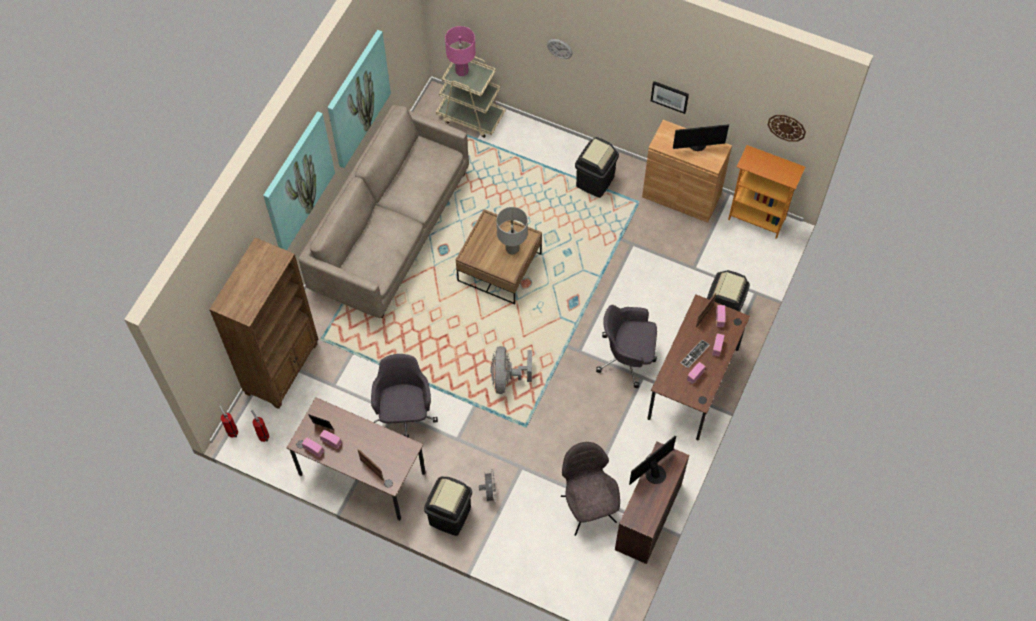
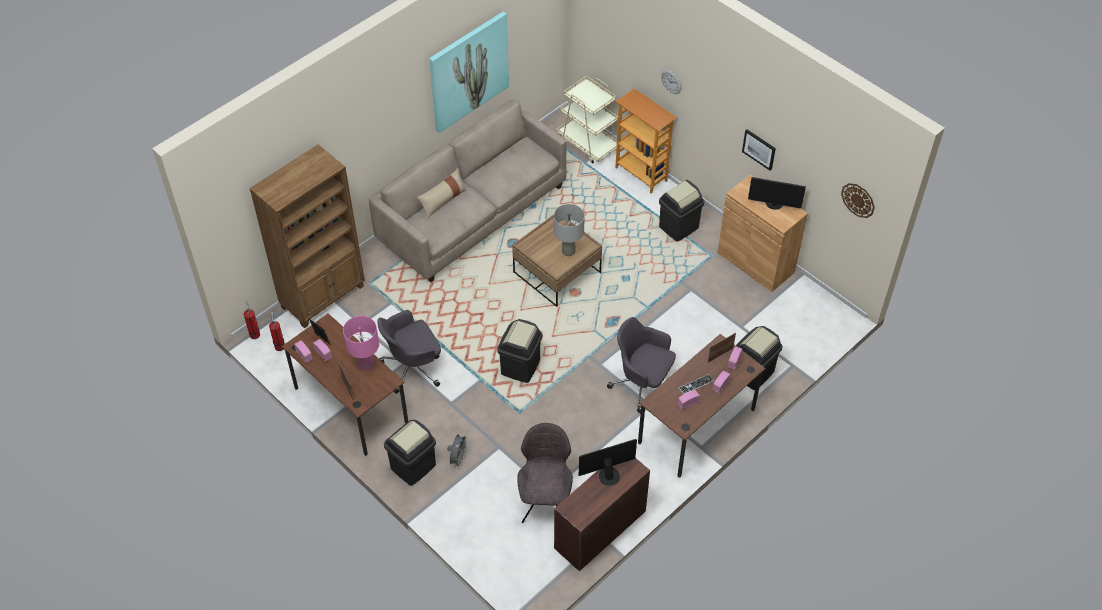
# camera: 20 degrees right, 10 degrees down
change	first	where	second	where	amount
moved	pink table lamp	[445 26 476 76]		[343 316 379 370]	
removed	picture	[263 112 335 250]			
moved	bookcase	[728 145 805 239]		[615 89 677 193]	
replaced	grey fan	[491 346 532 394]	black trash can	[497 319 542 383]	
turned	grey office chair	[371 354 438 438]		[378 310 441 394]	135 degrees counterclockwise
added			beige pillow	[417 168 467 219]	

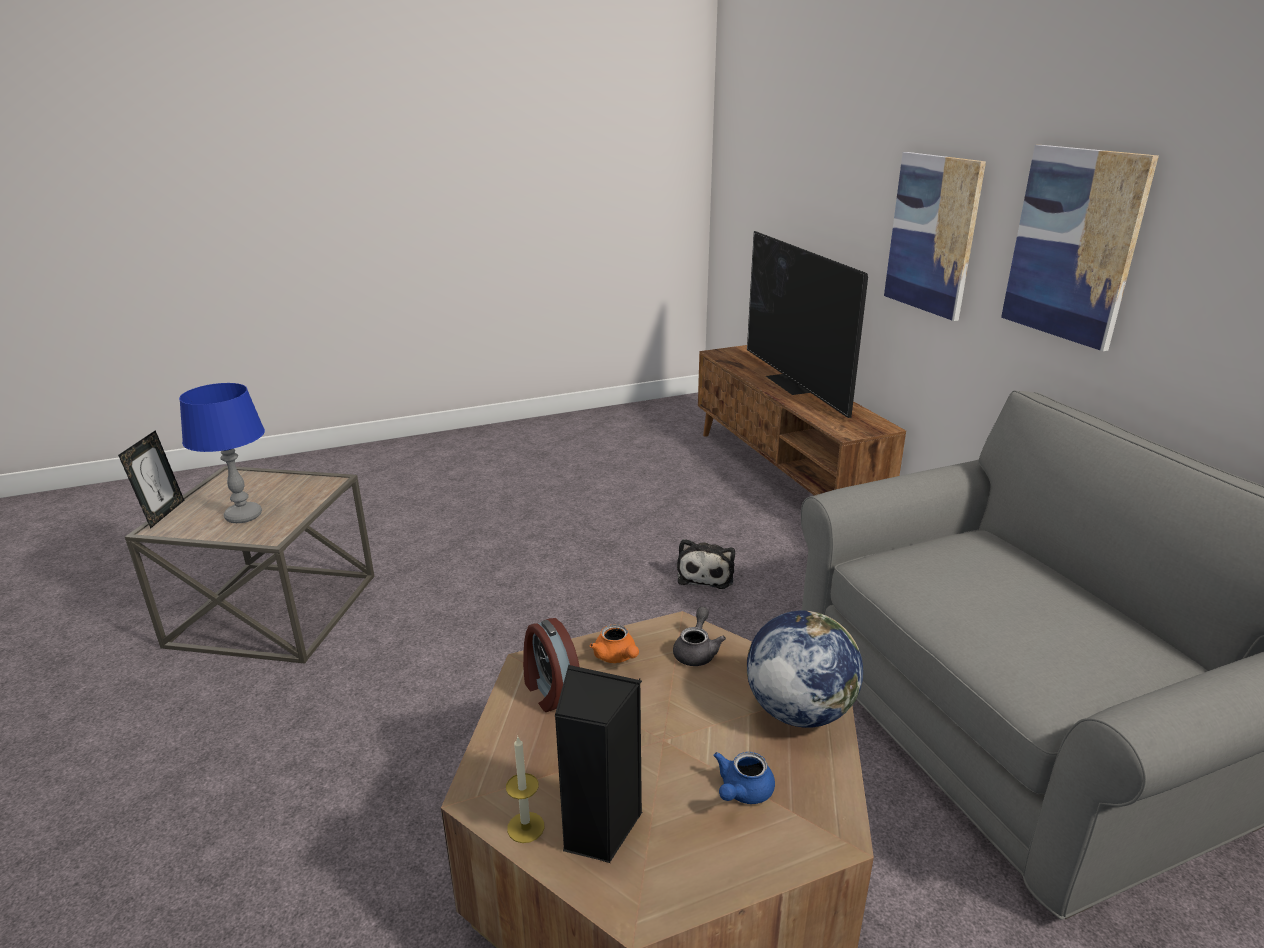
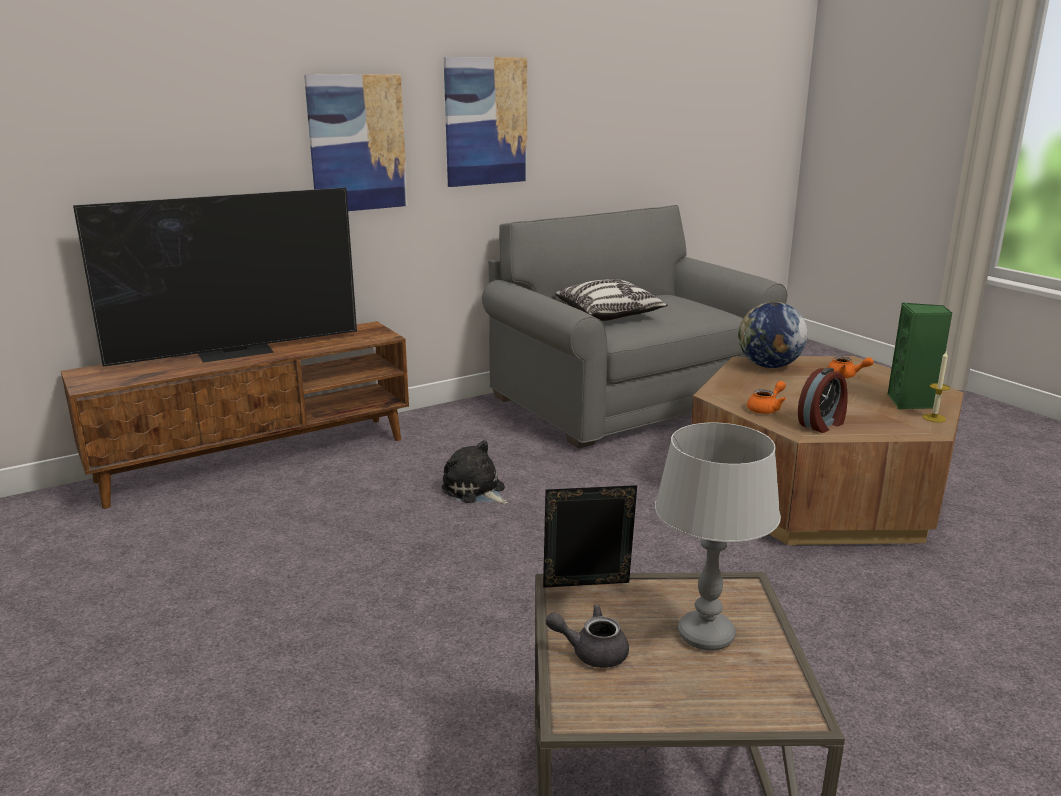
# camera: 100 degrees left, 5 degrees down
change	first	where	second	where	amount
recoloured	blue table lamp	[179 383 265 523]	grey table lamp	[655 423 781 651]	
moved	picture frame	[118 430 184 529]		[543 485 637 588]	
turned	plush toy	[677 539 735 589]		[442 440 508 504]	135 degrees counterclockwise
moved	grey teapot	[673 607 726 666]		[546 604 629 668]	
recoloured	black speaker	[555 665 642 863]	green speaker	[887 302 952 409]	
recoloured	blue teapot	[713 752 775 804]	orange teapot	[827 356 874 378]	
added			pillow	[555 279 668 321]	

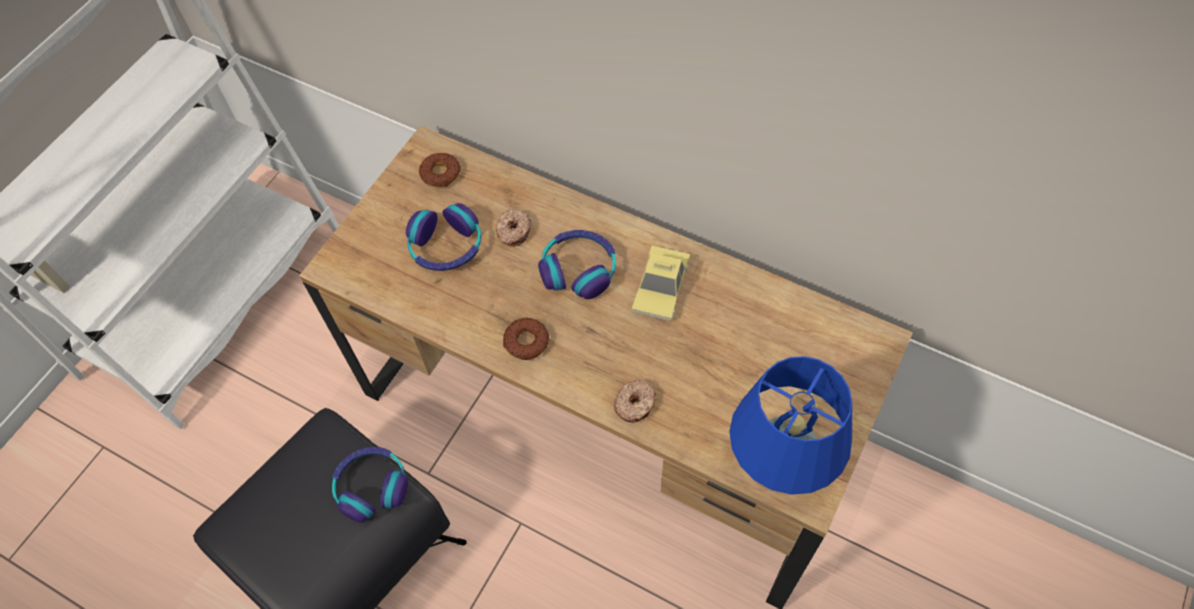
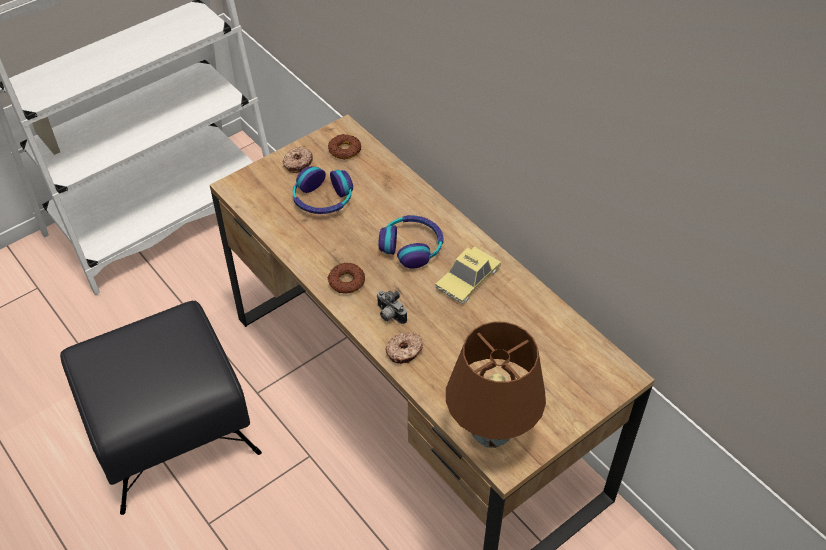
# camera: 20 degrees right, 10 degrees down
change	first	where	second	where	amount
moved	donut	[496 209 531 247]		[282 146 313 173]	
recoloured	blue table lamp	[729 356 852 495]	brown table lamp	[446 322 546 448]	
removed	headphones	[332 447 408 523]			
added			photo camera	[376 290 407 324]	

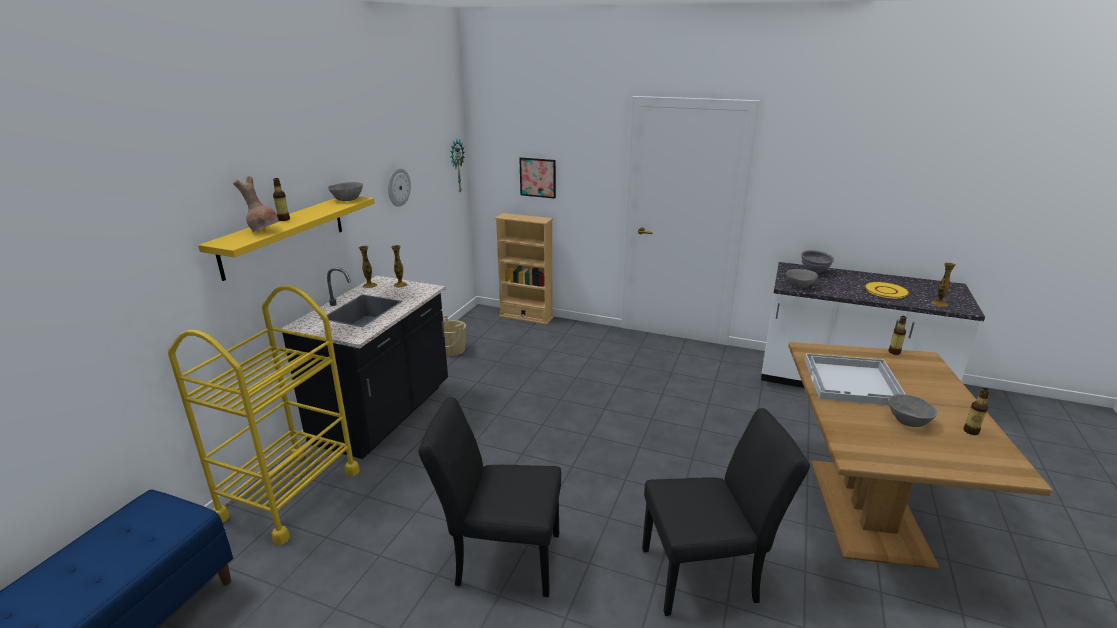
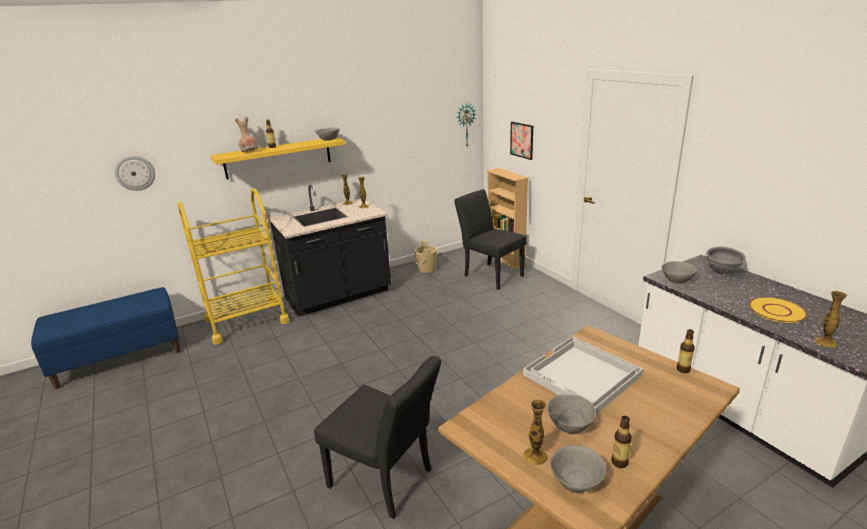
# camera: 40 degrees right, 0 degrees up
change	first	where	second	where	amount
moved	wall clock	[388 168 411 207]		[115 156 155 191]	
moved	black chair	[418 397 561 597]		[454 189 526 290]	
added			vase	[524 399 548 465]	
added			grey bowl	[550 445 606 493]	

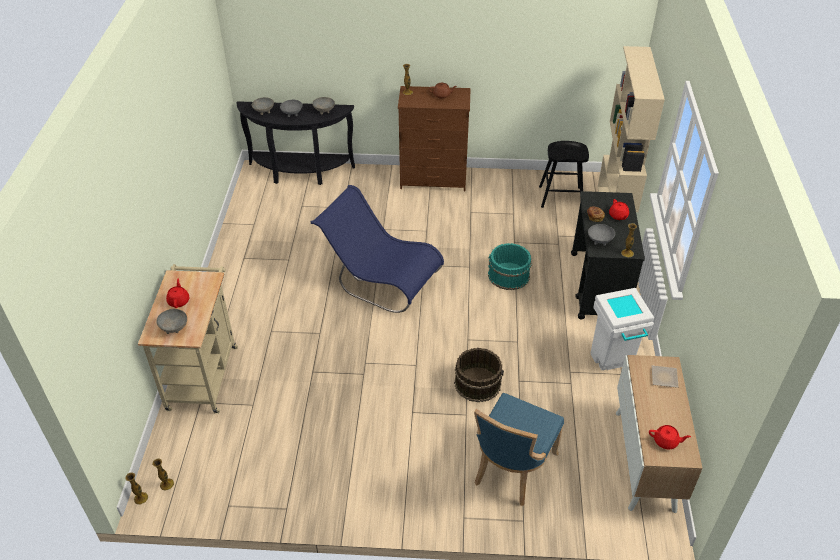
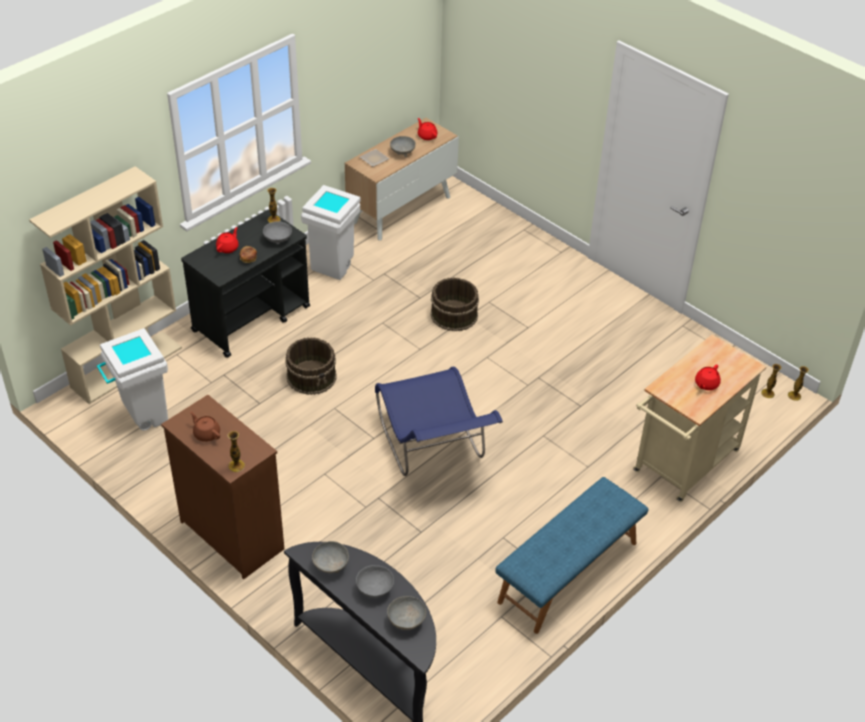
# camera: 140 degrees left, 0 degrees up
change	first	where	second	where	amount
replaced	black stool	[539 141 589 208]	white trash can	[97 328 168 431]	
recoloured	turquoise bucket	[488 243 532 290]	brown bucket	[285 337 336 395]	
moved	grey bowl	[156 309 187 334]		[390 136 416 157]	
removed	blue chair	[474 393 564 506]			
added			blue bench	[495 477 649 634]	

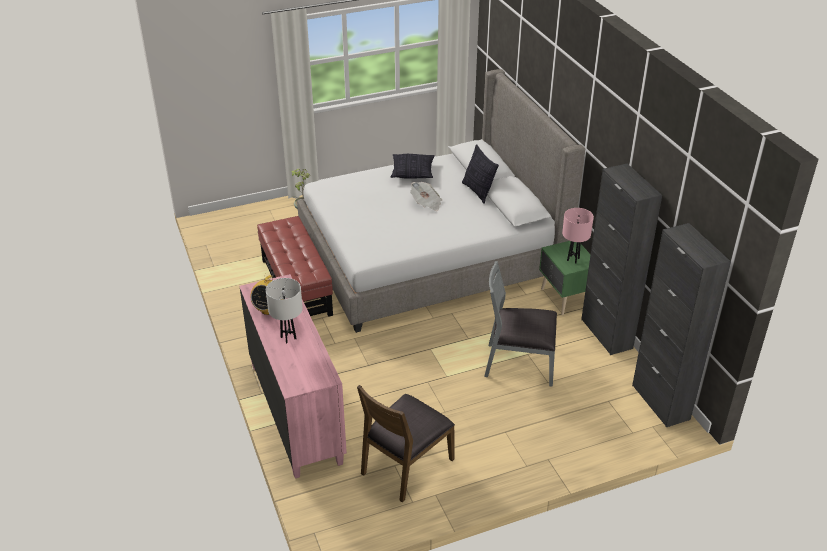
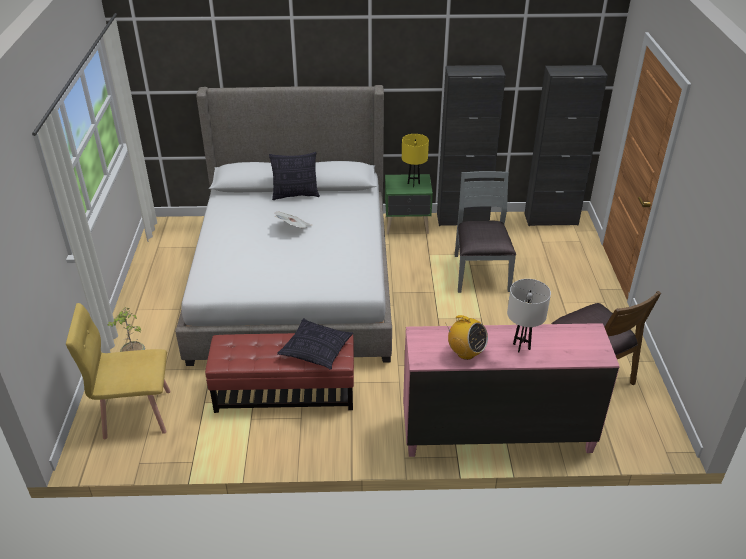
# camera: 70 degrees left, 0 degrees up
change	first	where	second	where	amount
moved	pillow	[391 154 435 179]		[277 319 353 370]	
recoloured	pink table lamp	[562 208 594 264]	yellow table lamp	[402 134 429 187]	
turned	grey chair	[484 261 557 387]		[455 171 516 293]	150 degrees clockwise
added			yellow chair	[66 303 171 439]	

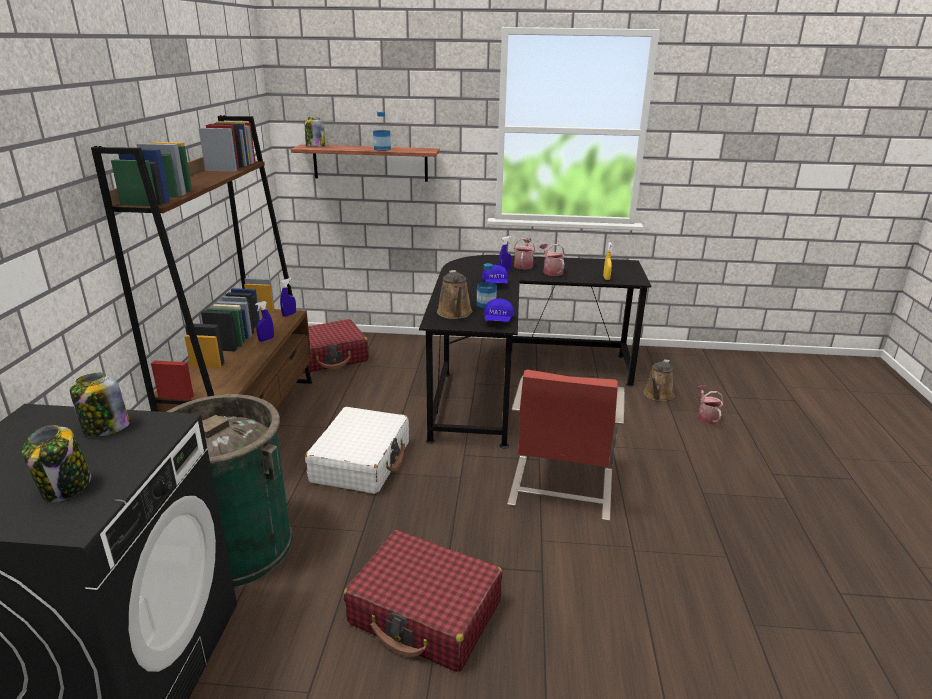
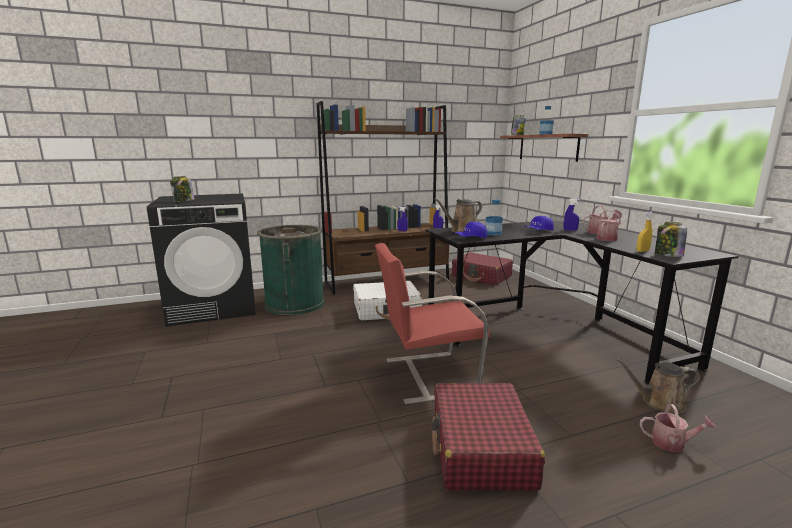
# camera: 65 degrees right, 10 degrees down
change	first	where	second	where	amount
moved	jar	[70 373 130 437]		[655 222 687 257]	
turned	watering can	[697 386 723 424]		[639 404 716 452]	45 degrees clockwise
moved	red suitcase	[343 530 502 672]		[432 383 545 491]	

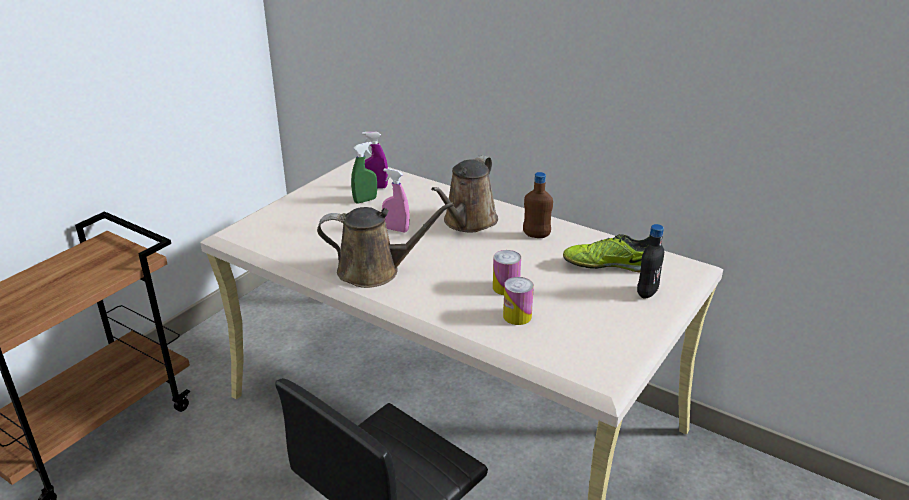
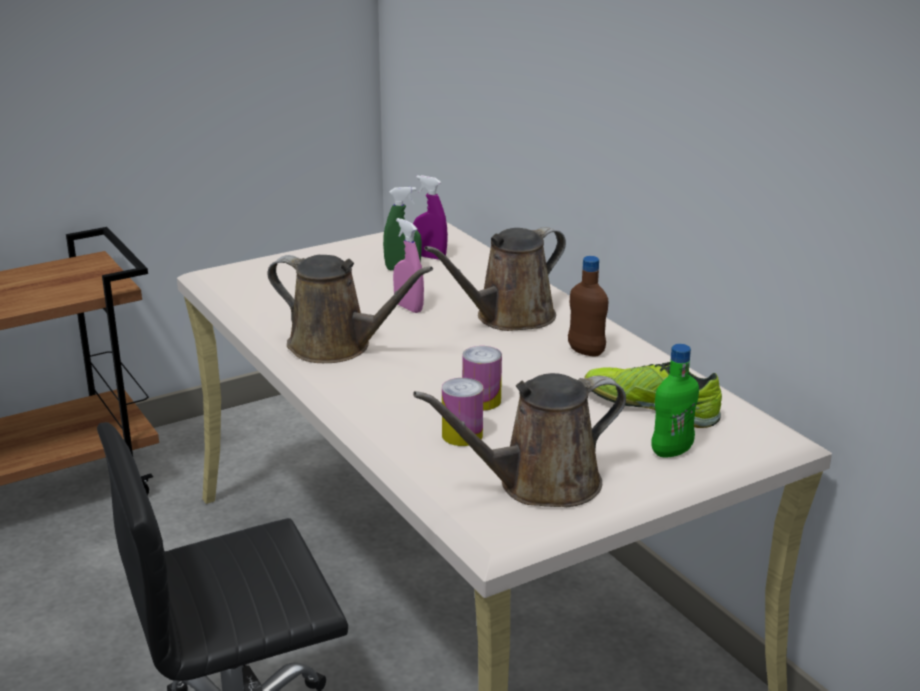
# camera: 25 degrees right, 5 degrees down
change	first	where	second	where	amount
recoloured	black bottle	[637 224 664 298]	green bottle	[651 344 699 457]	
added			brown watering can	[413 373 626 507]	

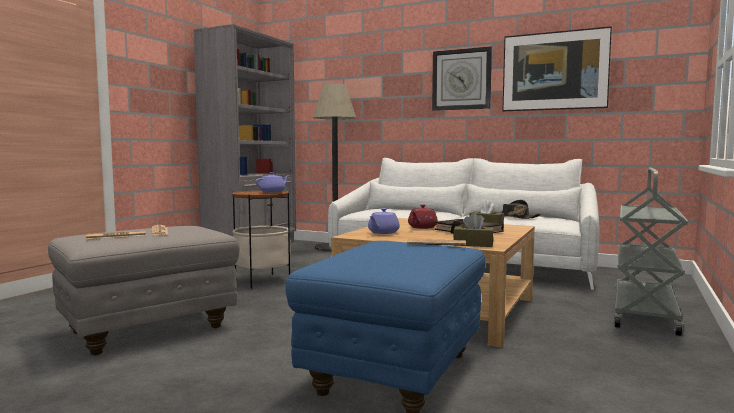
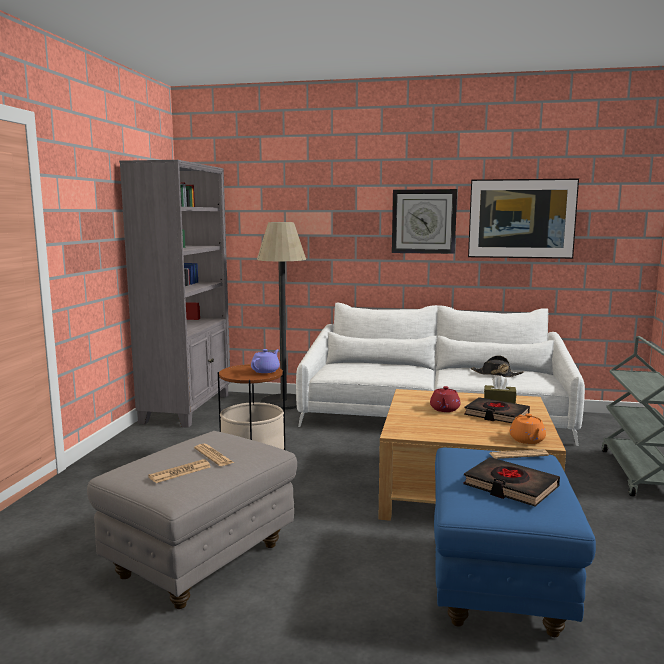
# camera: 15 degrees left, 5 degrees up
change	first	where	second	where	amount
removed	purple teapot	[368 208 400 234]			
replaced	brown tissue box	[453 212 493 247]	orange teapot	[510 413 546 444]	
added			black book	[463 457 560 507]	

